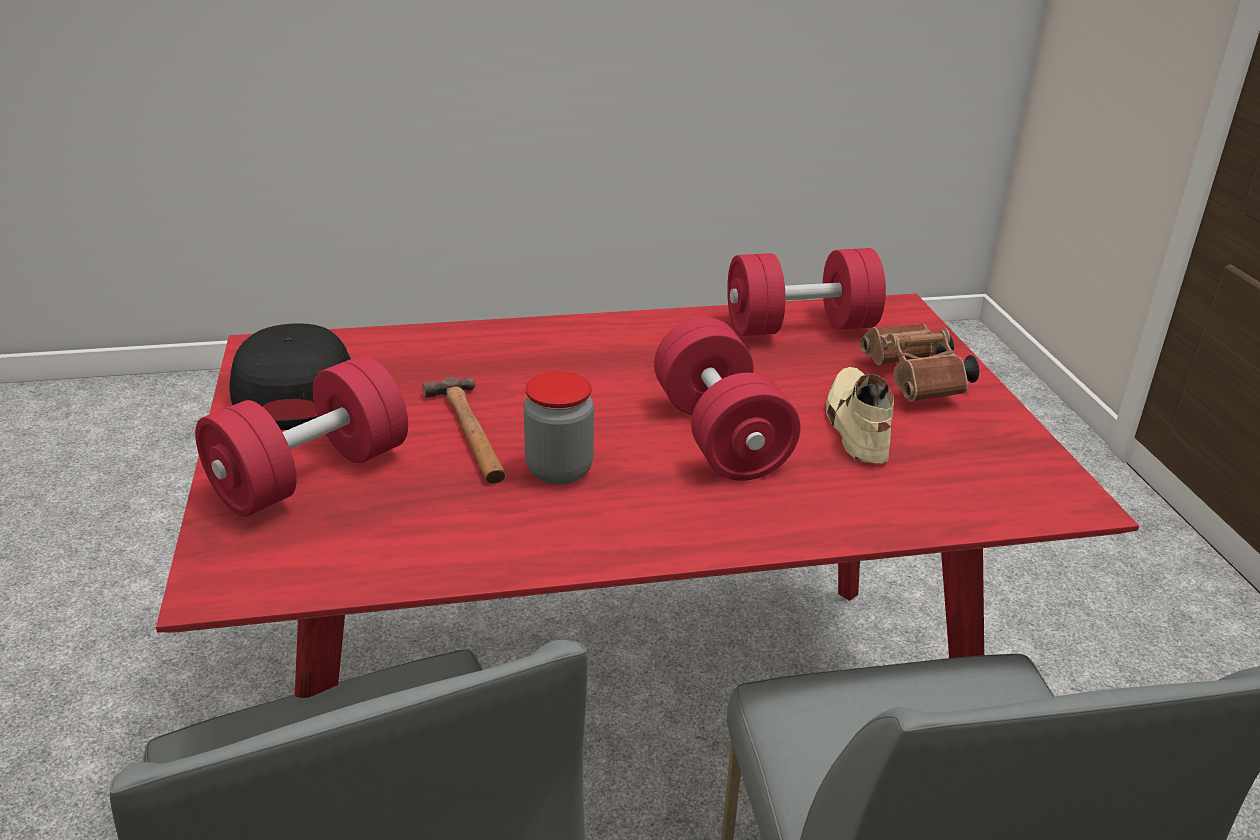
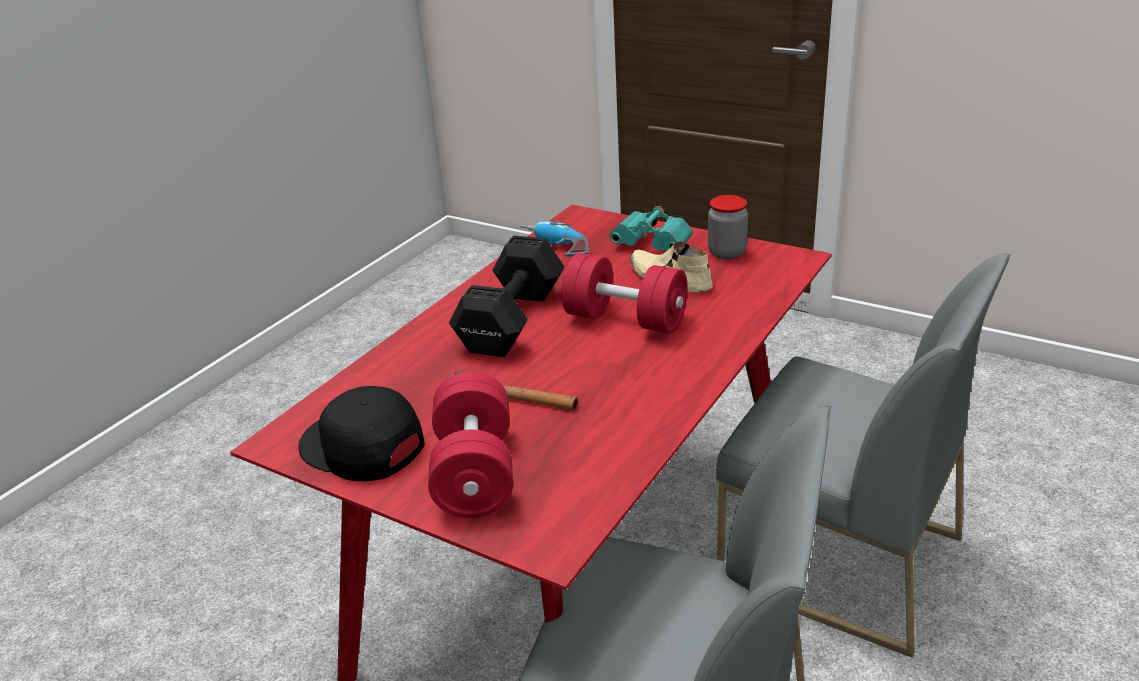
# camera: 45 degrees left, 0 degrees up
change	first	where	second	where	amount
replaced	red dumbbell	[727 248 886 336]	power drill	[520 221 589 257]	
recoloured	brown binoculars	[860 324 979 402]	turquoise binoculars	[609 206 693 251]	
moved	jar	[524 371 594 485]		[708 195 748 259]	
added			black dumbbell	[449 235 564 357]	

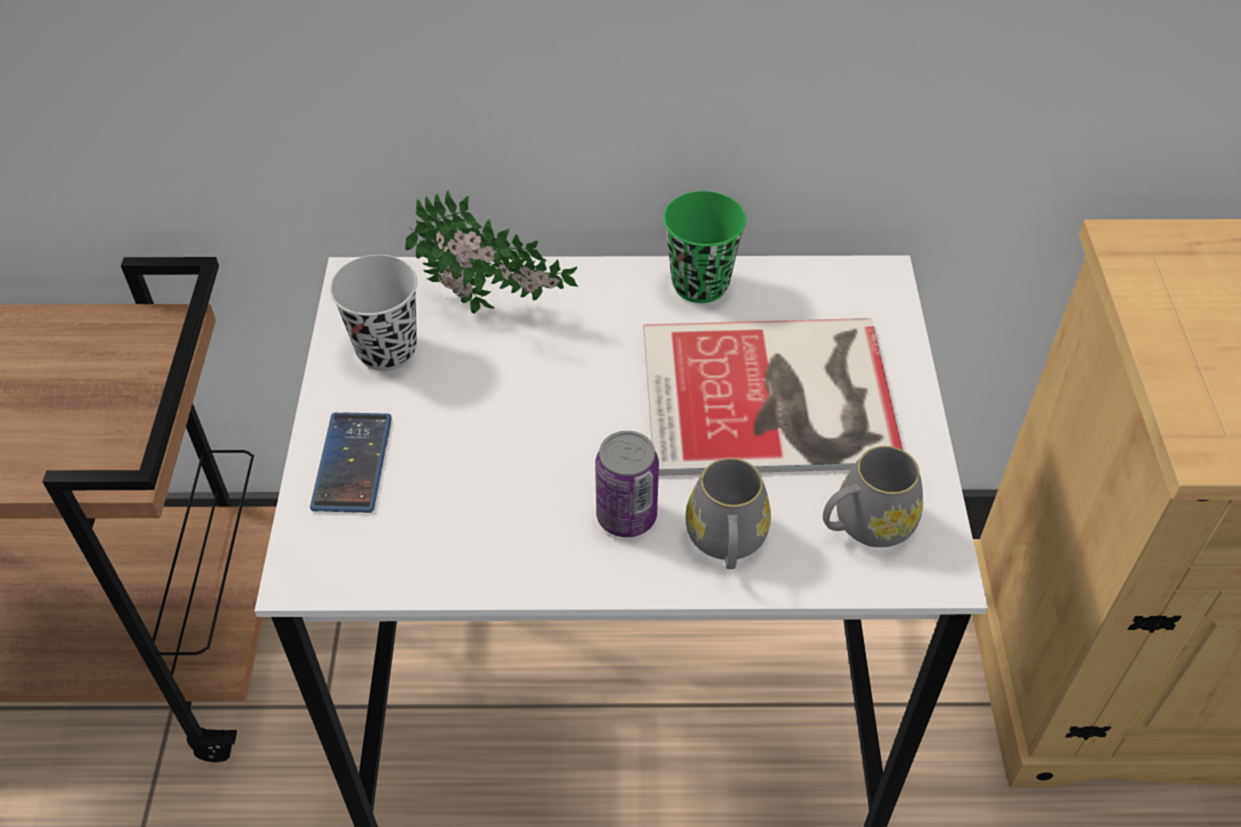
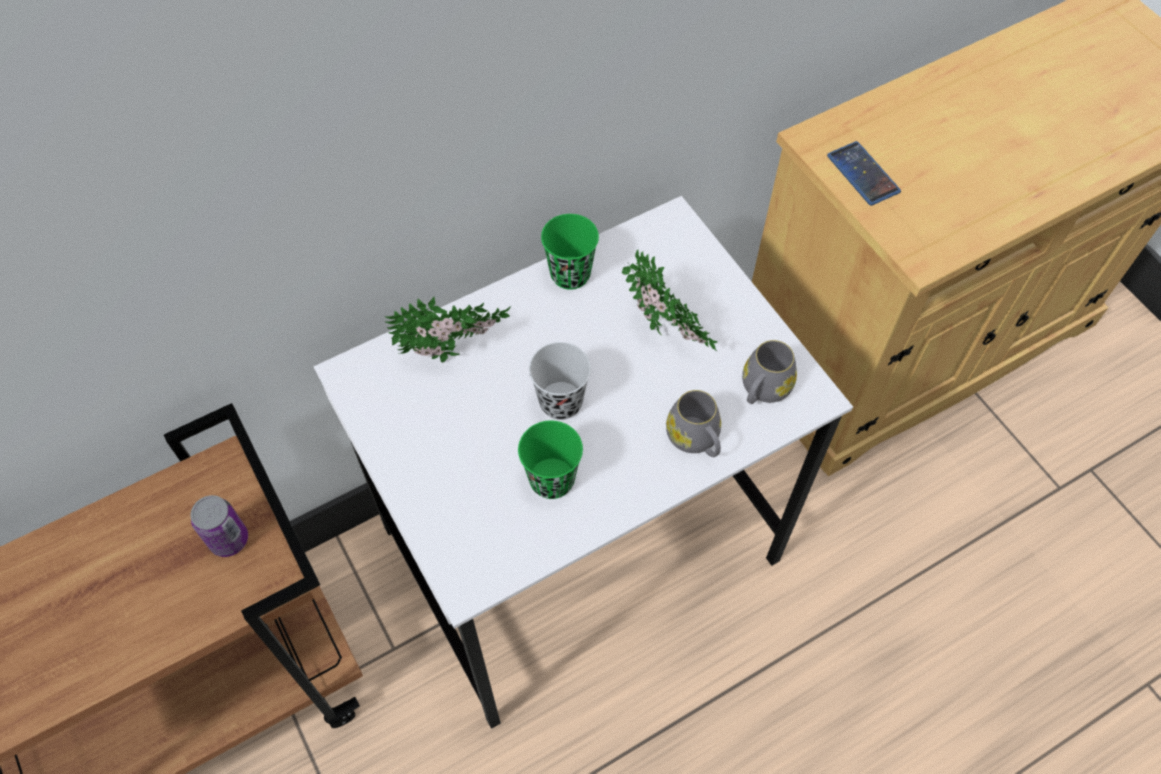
# camera: 30 degrees left, 10 degrees up
change	first	where	second	where	amount
moved	black cup	[330 255 417 371]		[529 342 591 420]	
replaced	book	[644 318 903 476]	potted plant	[622 249 718 351]	
moved	phone	[310 412 392 513]		[827 141 901 206]	
moved	can	[595 431 659 537]		[190 495 248 557]	
added			green cup	[518 420 583 499]	

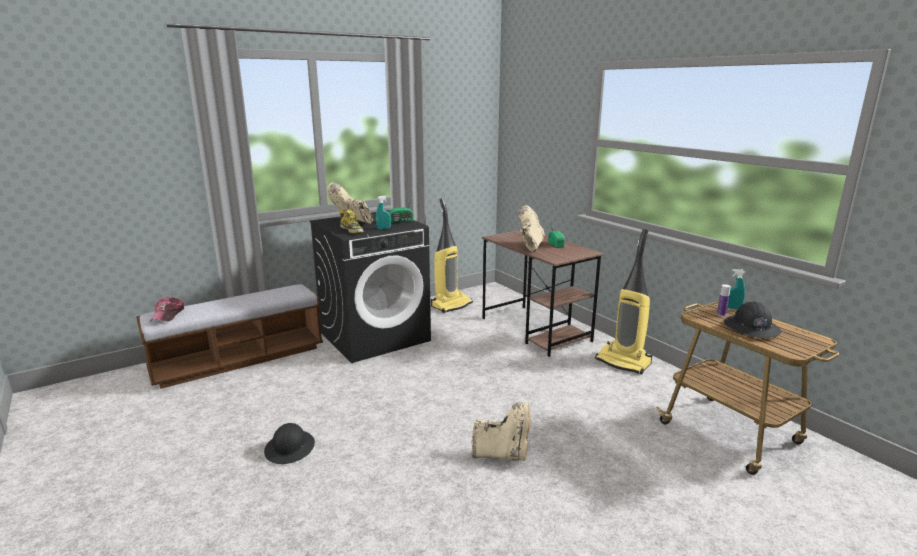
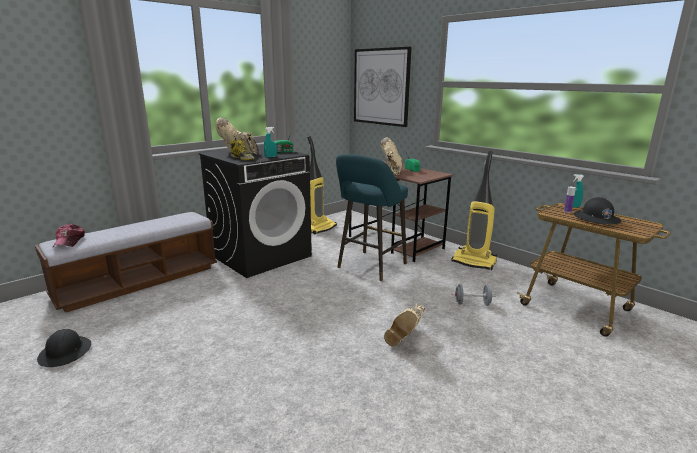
# camera: 10 degrees left, 0 degrees up
change	first	where	second	where	amount
turned	beige boot	[471 402 531 461]		[384 304 425 347]	120 degrees clockwise
moved	black hard hat	[264 423 315 464]		[37 329 91 367]	
added			picture	[354 47 412 127]	
added			turquoise stool	[336 154 408 281]	
added			grey dumbbell	[452 284 495 306]	

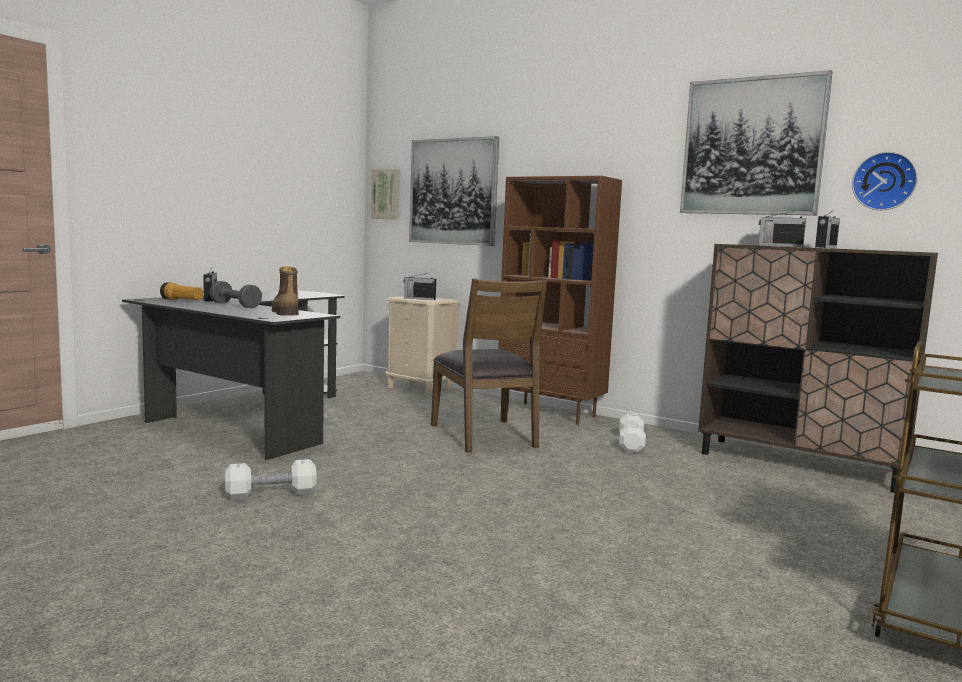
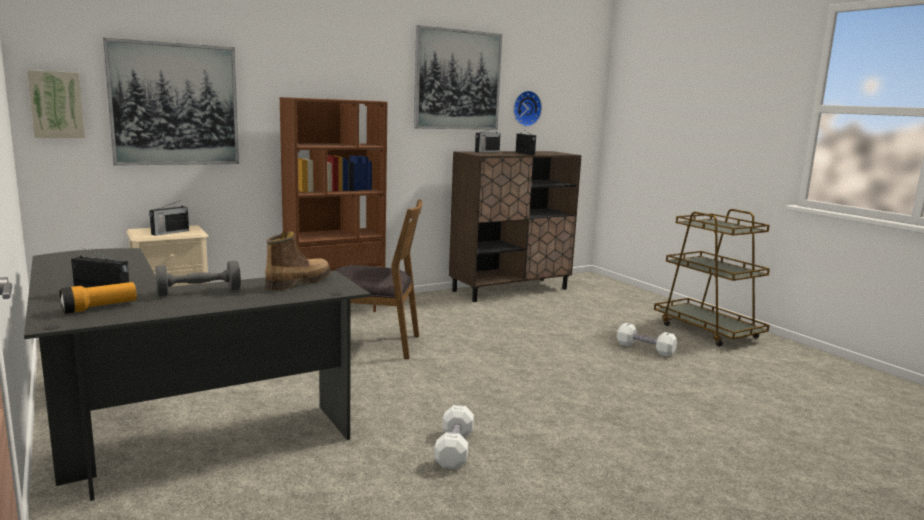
# camera: 65 degrees left, 5 degrees up
change	first	where	second	where	amount
turned	boot	[272 266 299 315]		[265 231 331 291]	120 degrees clockwise
moved	white dumbbell	[619 413 646 453]		[617 323 677 357]	

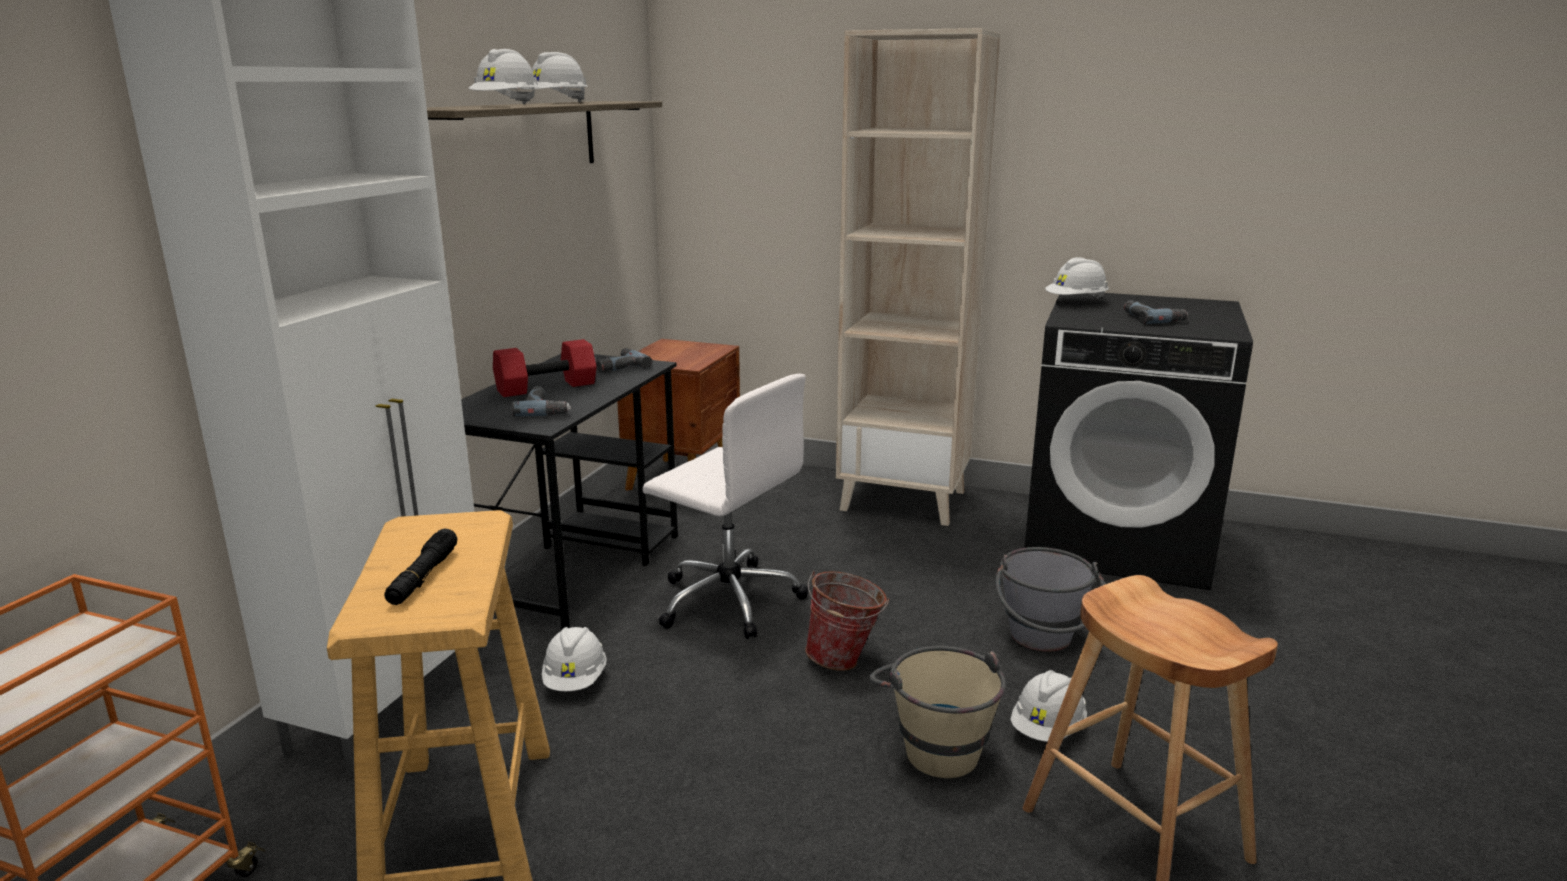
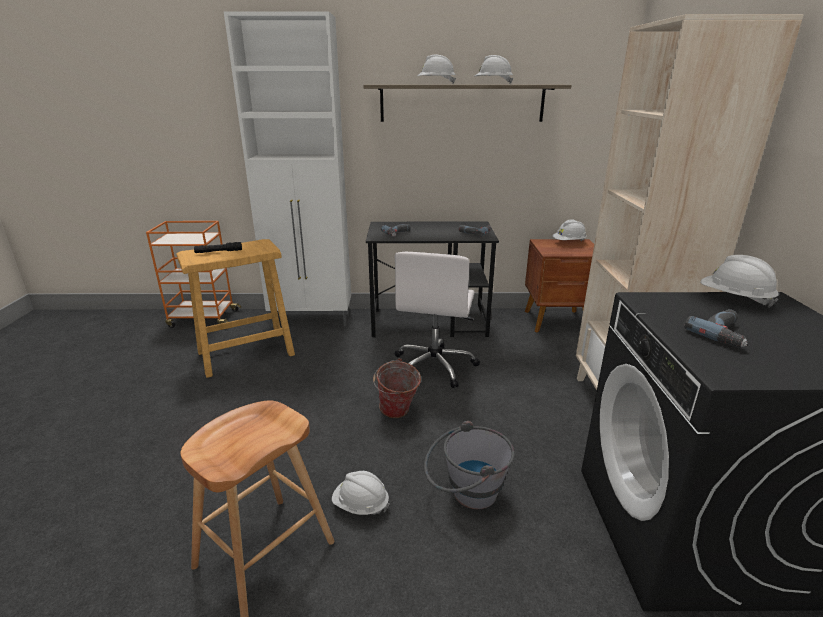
# camera: 70 degrees right, 5 degrees up
change	first	where	second	where	amount
removed	red dumbbell	[493 339 597 397]			
moved	white hard hat	[542 627 607 691]		[553 219 587 241]	
removed	beige bucket	[870 646 1006 778]			

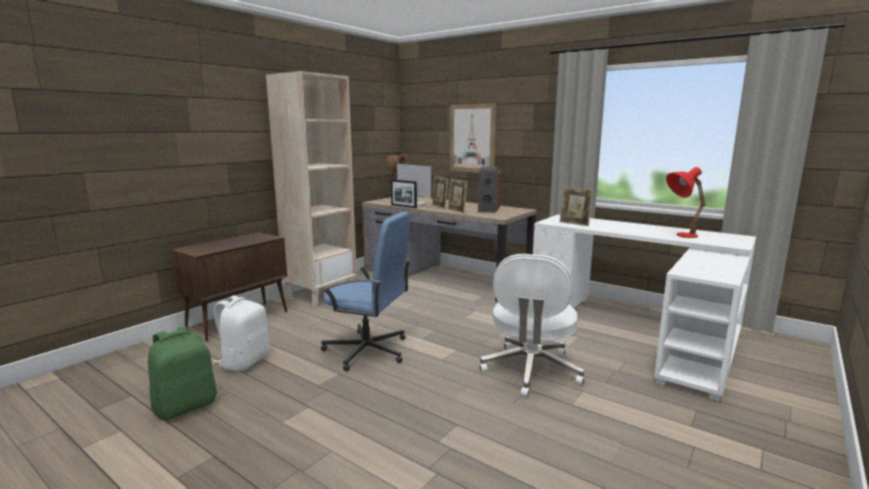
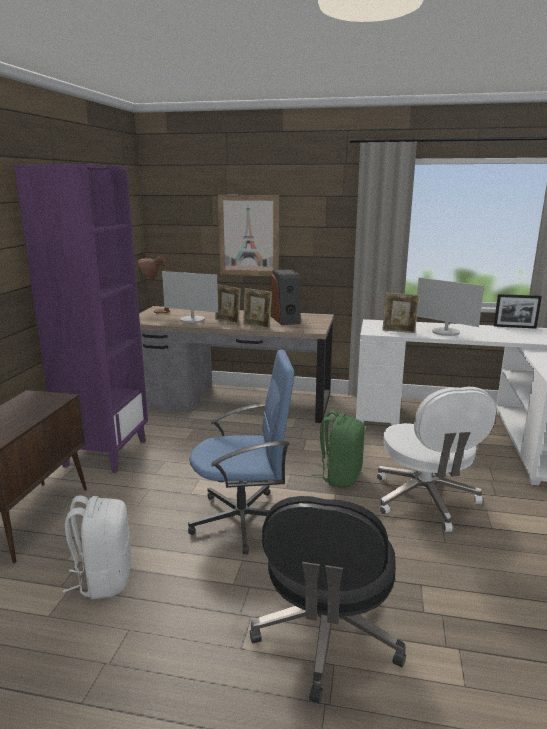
# camera: 25 degrees left, 5 degrees up
change	first	where	second	where	amount
recoloured	beige bookcase	[266 71 357 306]	purple bookcase	[14 164 148 473]	
removed	red table lamp	[666 167 706 238]			
moved	picture frame	[391 179 417 208]		[494 294 542 329]	
moved	green backpack	[148 326 217 420]		[311 410 365 488]	
added			monitor	[417 278 484 336]	
added			black office chair	[250 496 406 703]	

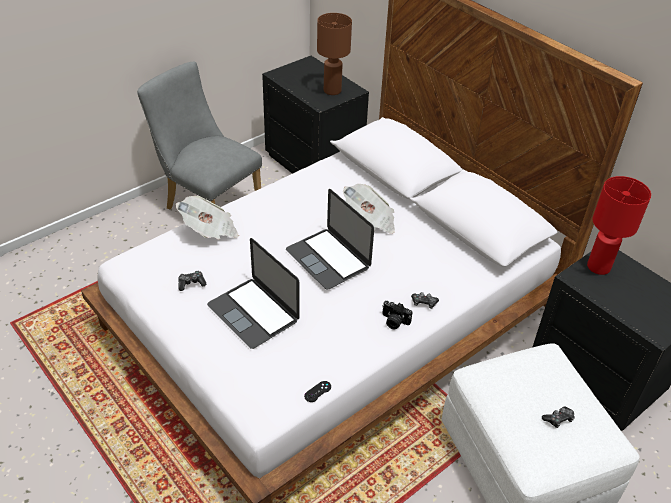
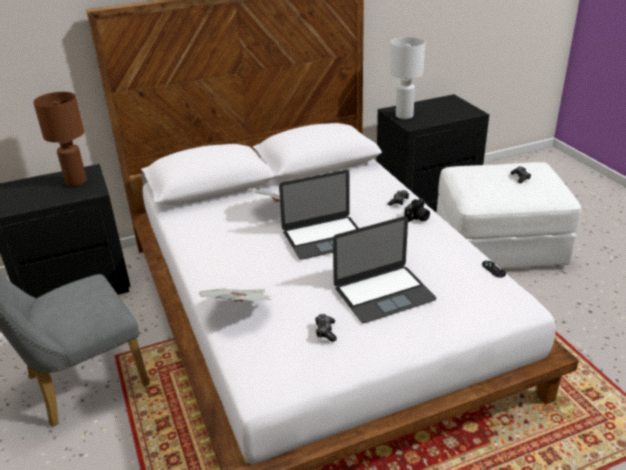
# camera: 70 degrees left, 10 degrees down
change	first	where	second	where	amount
recoloured	red table lamp	[587 176 651 275]	white table lamp	[390 37 425 119]	

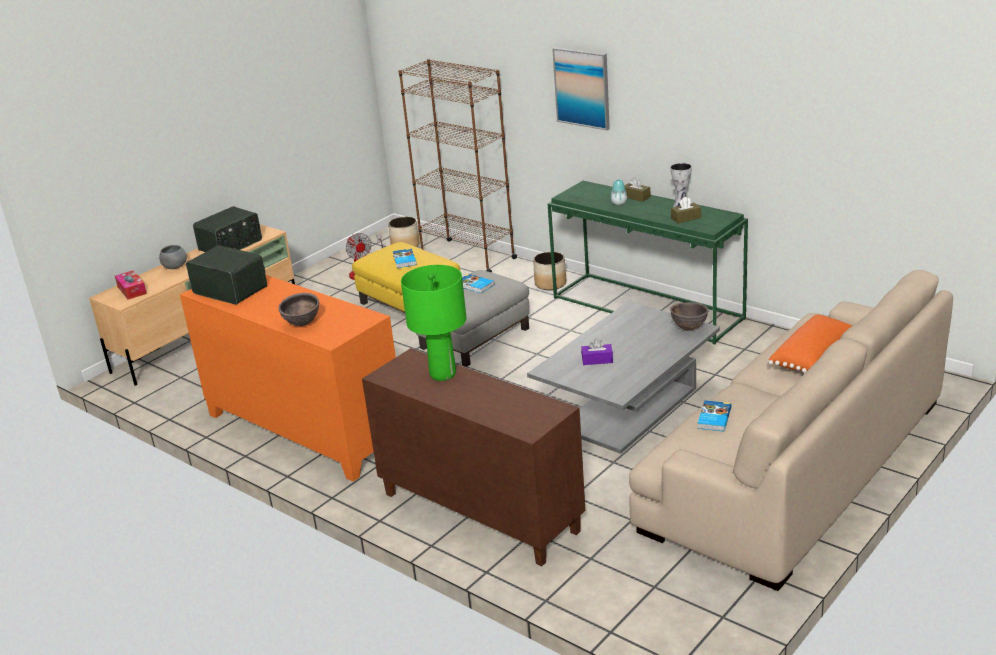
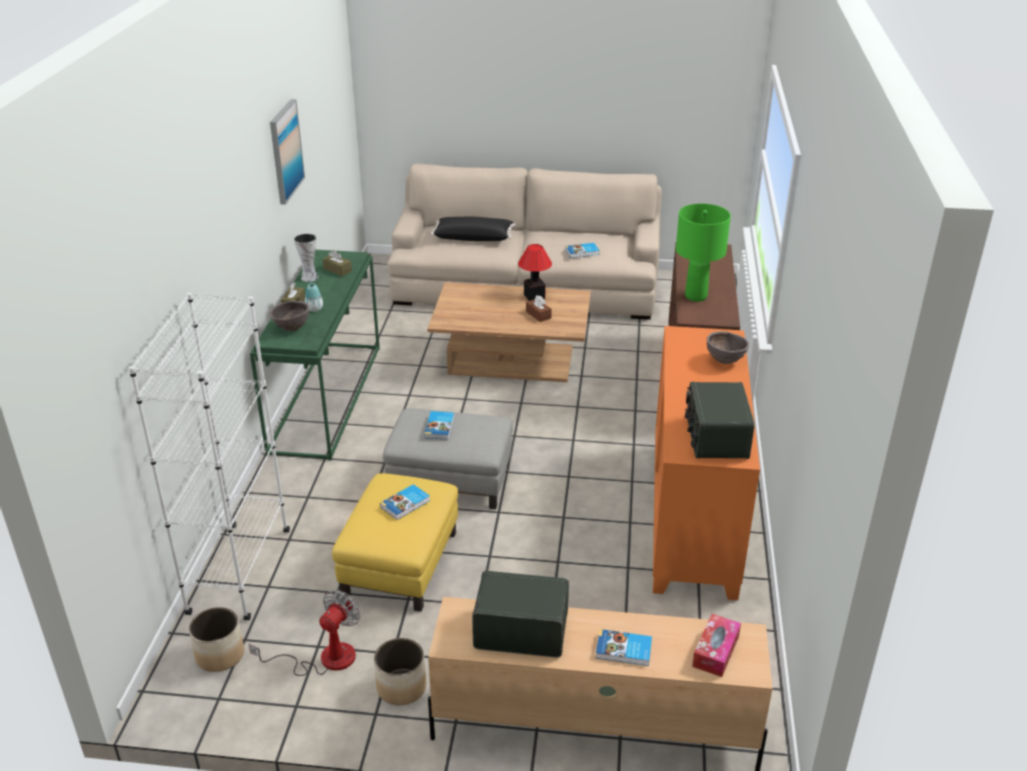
# camera: 125 degrees left, 5 degrees up
change	first	where	second	where	amount
moved	picture	[552 47 610 130]		[270 99 305 205]	
recoloured	brown bookcase	[399 59 517 272]	white bookcase	[129 293 290 620]	
replaced	grey bowl	[159 245 187 269]	book	[596 629 652 666]	
moved	planter	[533 252 566 290]		[374 638 426 705]	
recoloured	grey coffee table	[527 302 720 454]	brown coffee table	[427 282 591 382]	
moved	brown bowl	[670 302 709 331]		[270 301 309 331]	
recoloured	orange pillow	[769 314 852 373]	black pillow	[431 217 515 241]	
recoloured	purple tissue box	[581 338 613 365]	brown tissue box	[526 295 552 322]	
added			table lamp	[518 244 552 301]	

